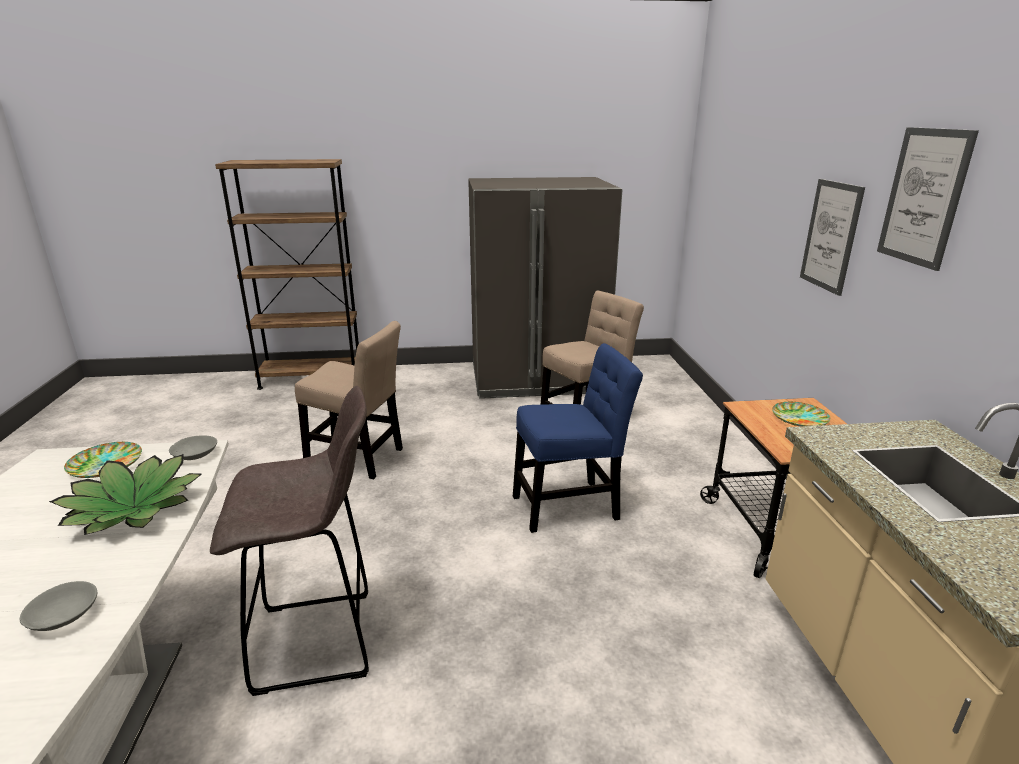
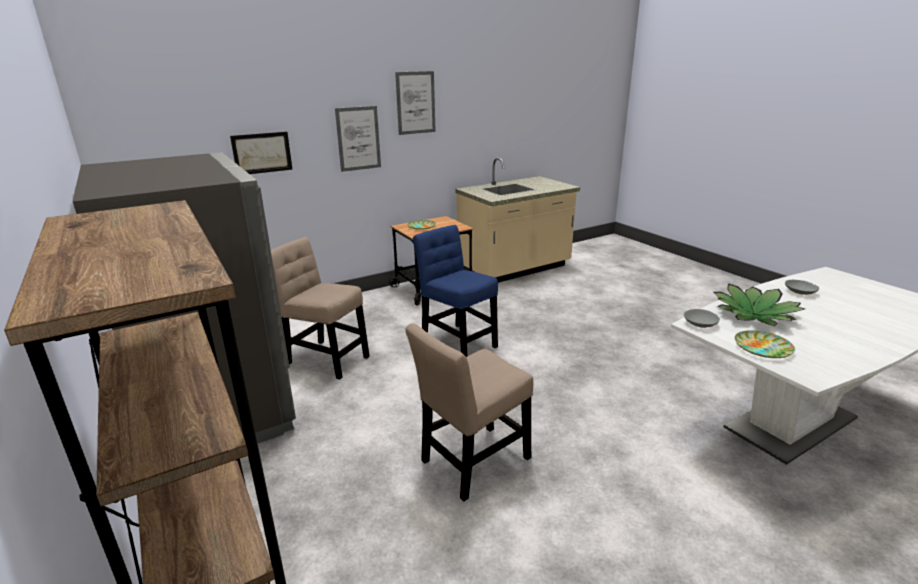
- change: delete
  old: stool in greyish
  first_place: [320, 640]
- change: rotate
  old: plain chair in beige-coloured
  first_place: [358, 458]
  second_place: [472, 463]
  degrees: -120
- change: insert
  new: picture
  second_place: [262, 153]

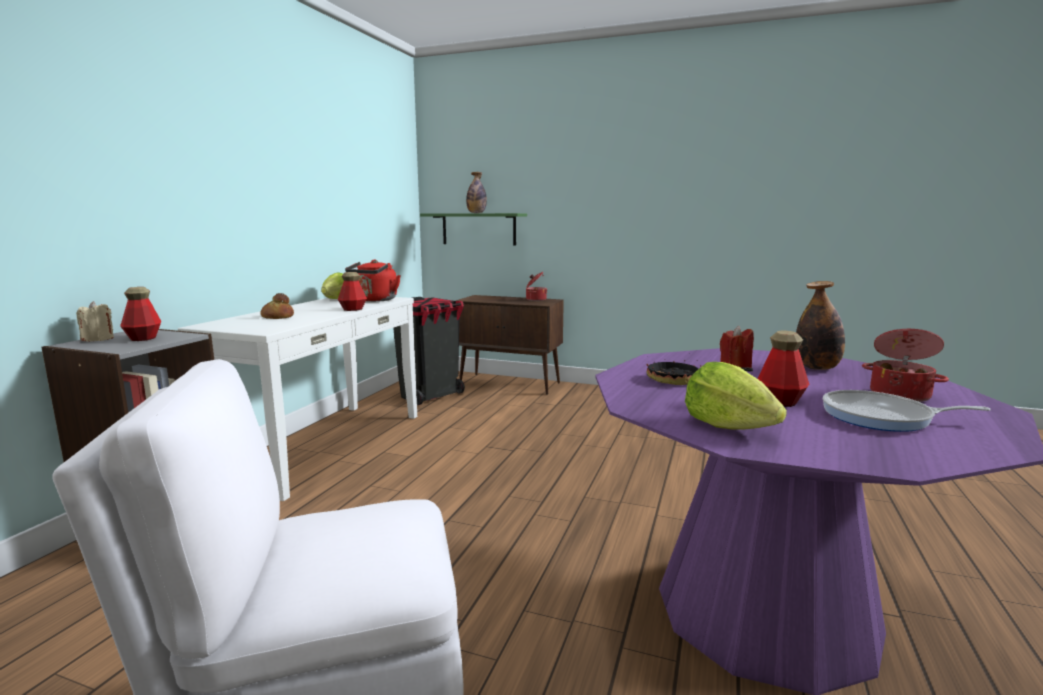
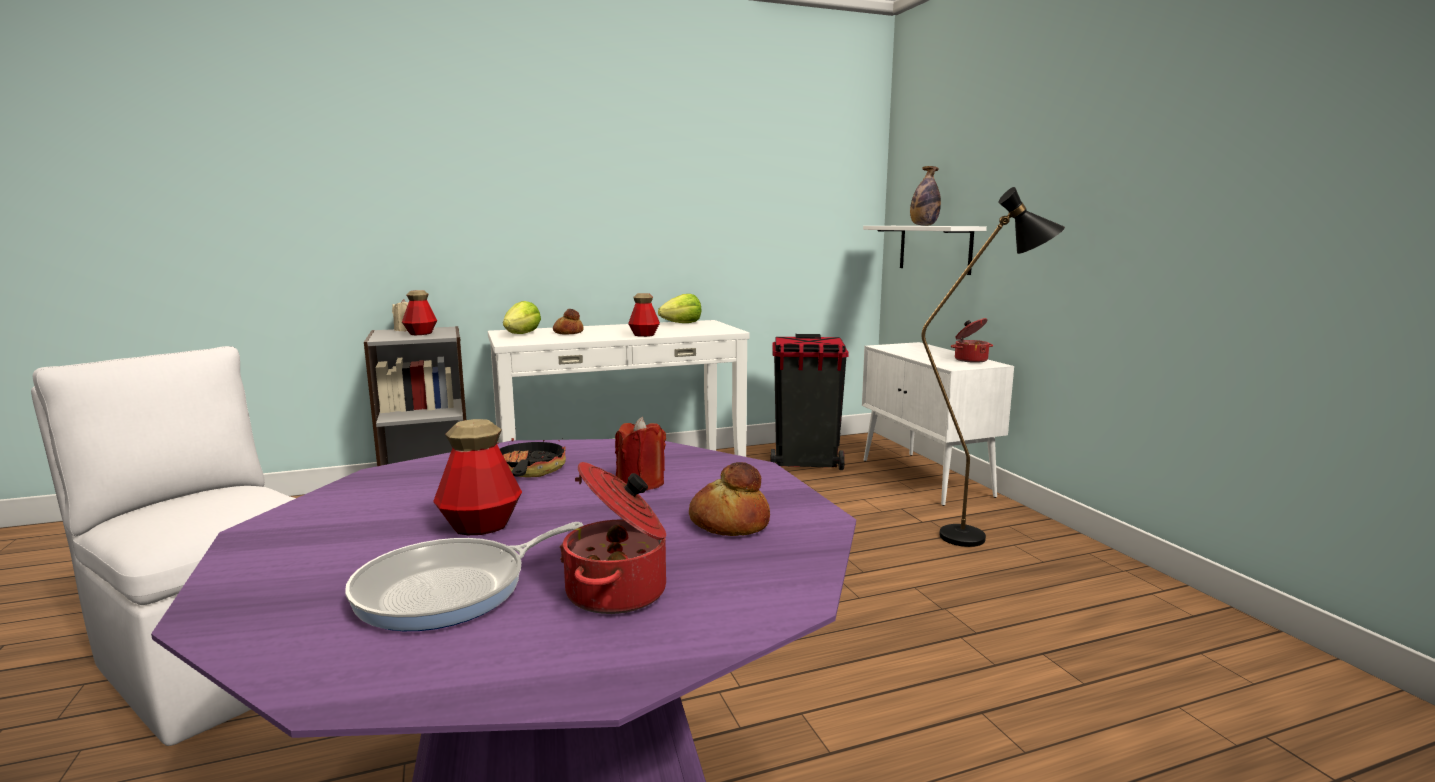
- change: delete
  old: water kettle in reddish
  first_place: [375, 300]
- change: recolor
  old: shelf in greenish
  new: shelf in whitish
  first_place: [479, 229]
  second_place: [934, 248]
- change: recolor
  old: cabinet in brown
  new: cabinet in whitish
  first_place: [510, 384]
  second_place: [926, 478]
- change: move
  old: head of lettuce
  first_place: [728, 426]
  second_place: [522, 334]
- change: replace
  old: drink bottle
  new: bread
  first_place: [817, 368]
  second_place: [728, 523]
- change: rotate
  old: pan
  first_place: [882, 417]
  second_place: [451, 590]
  degrees: -105
- change: insert
  new: standing lamp in blackish
  second_place: [979, 537]

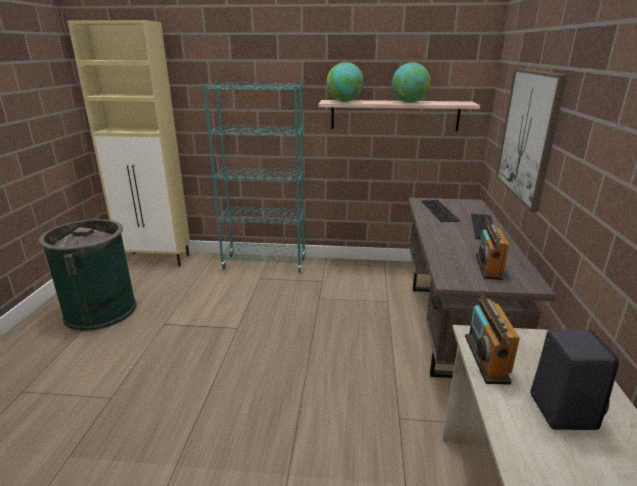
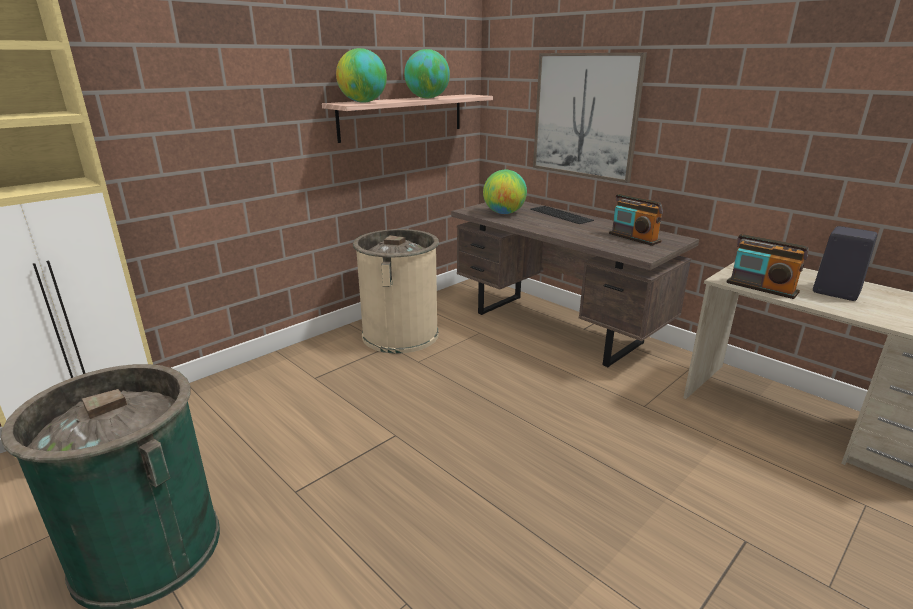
- change: delete
  old: bookcase in turquoise
  first_place: [264, 264]
- change: replace
  old: keyboard
  new: world globe
  first_place: [440, 210]
  second_place: [504, 213]
- change: insert
  new: waste bin in beige-coloured
  second_place: [400, 334]

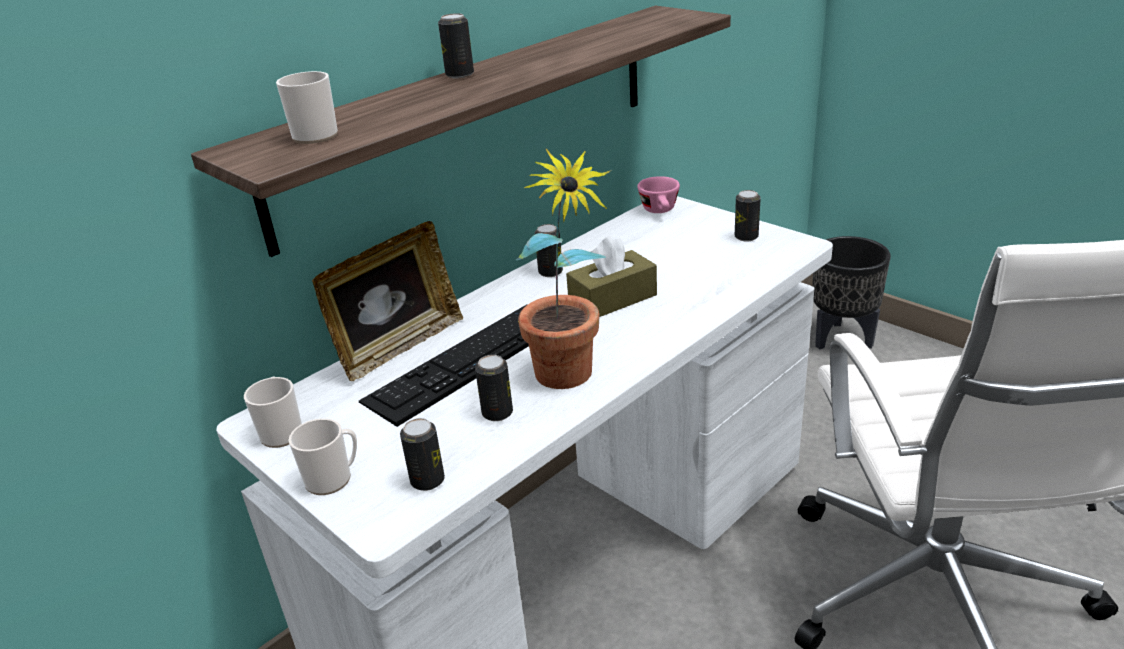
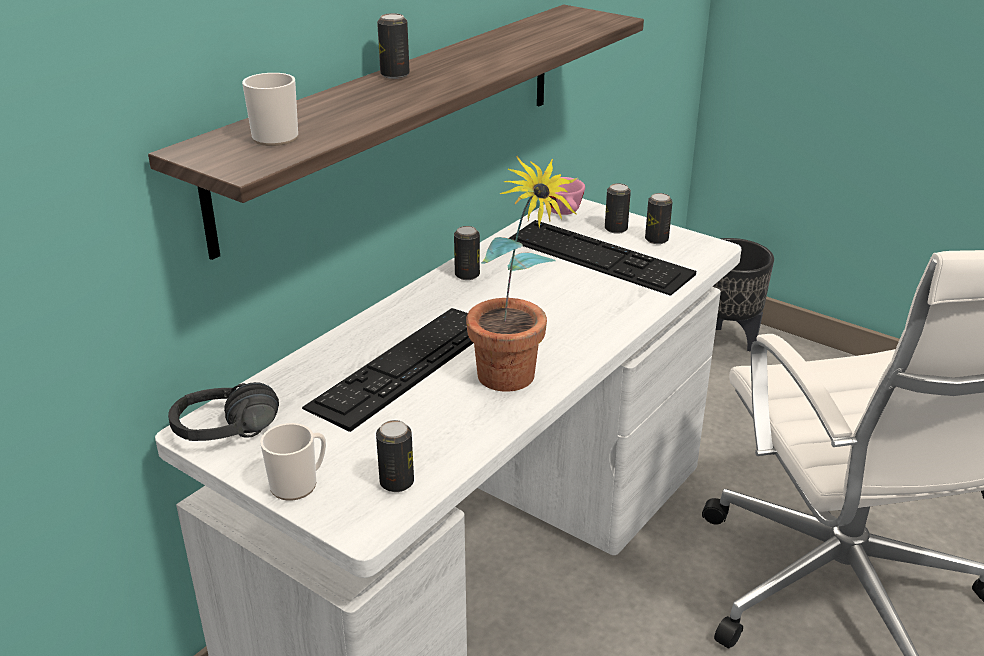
- change: replace
  old: coffee mug
  new: headset in blackish
  first_place: [282, 431]
  second_place: [229, 439]
- change: delete
  old: standing frame
  first_place: [399, 346]
- change: move
  old: can
  first_place: [497, 413]
  second_place: [616, 229]
- change: delete
  old: tissue holder in brown
  first_place: [612, 299]
- change: insert
  new: keyboard
  second_place: [598, 257]

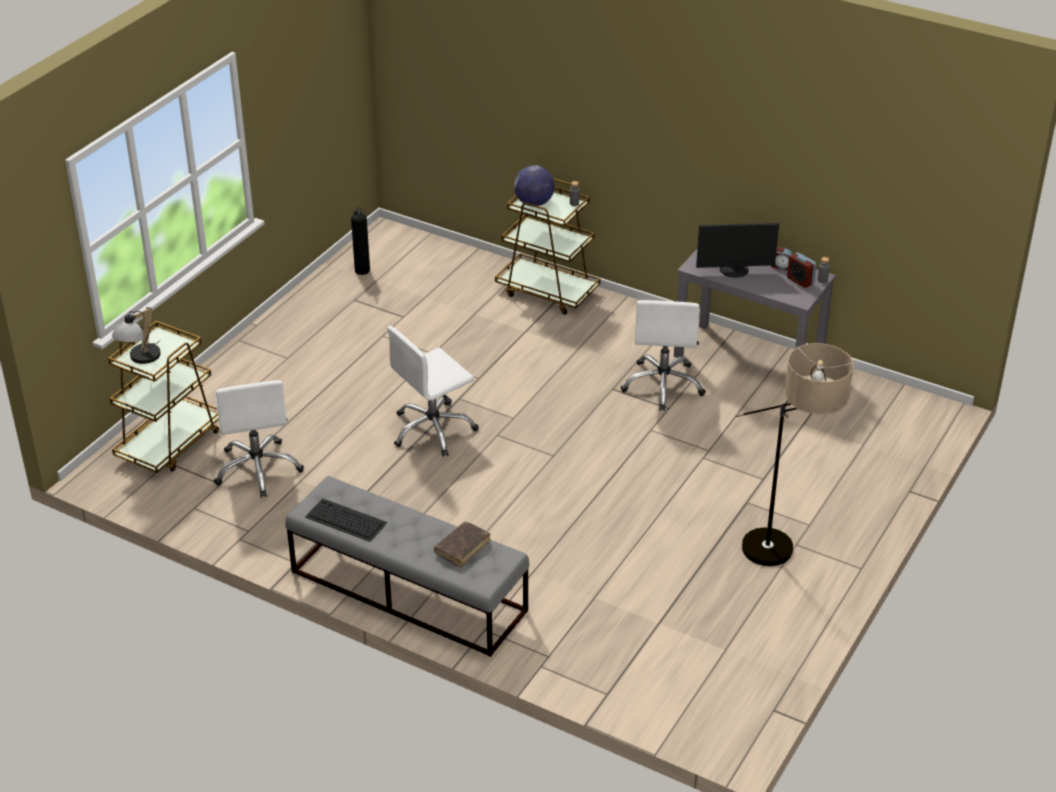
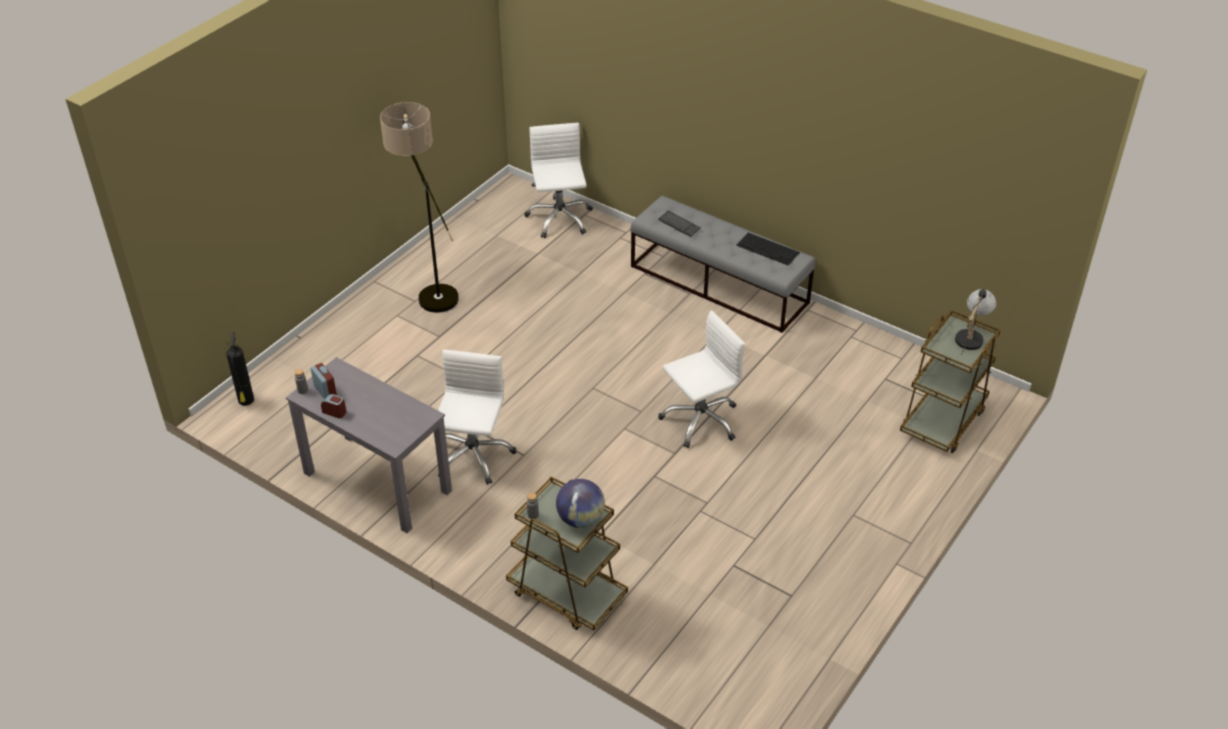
- change: move
  old: office chair in whitish
  first_place: [258, 469]
  second_place: [559, 218]
- change: move
  old: fire-fighting cylinder
  first_place: [362, 270]
  second_place: [246, 401]
- change: replace
  old: bound book in brown
  new: keyboard
  first_place: [462, 548]
  second_place: [679, 225]
- change: delete
  old: computer display
  first_place: [734, 270]

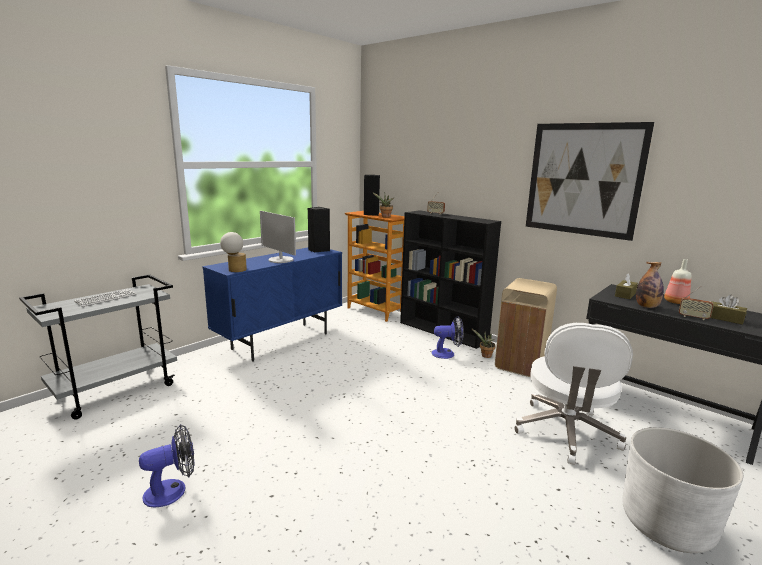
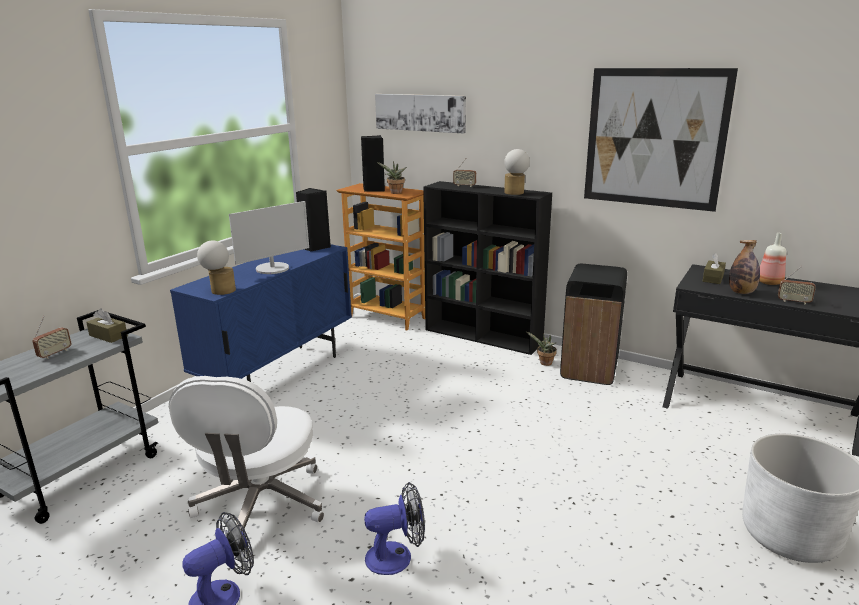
- change: replace
  old: keyboard
  new: radio
  first_place: [106, 298]
  second_place: [55, 353]
- change: rotate
  old: computer display
  first_place: [280, 260]
  second_place: [273, 268]
  degrees: -75
- change: move
  old: electric fan
  first_place: [447, 354]
  second_place: [397, 556]
- change: recolor
  old: waste bin in beige-coloured
  new: waste bin in blackish
  first_place: [521, 364]
  second_place: [590, 369]
- change: move
  old: office chair in whitish
  first_place: [566, 433]
  second_place: [260, 506]
- change: move
  old: tissue holder in brown
  first_place: [724, 318]
  second_place: [108, 336]
- change: insert
  new: picture
  second_place: [420, 112]
- change: insert
  new: lamp for a table
  second_place: [515, 193]

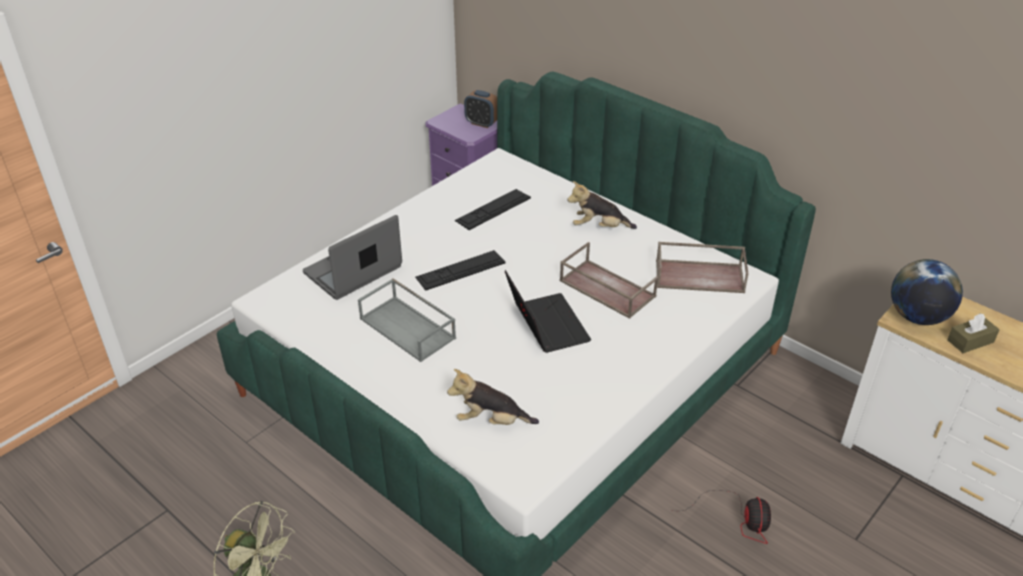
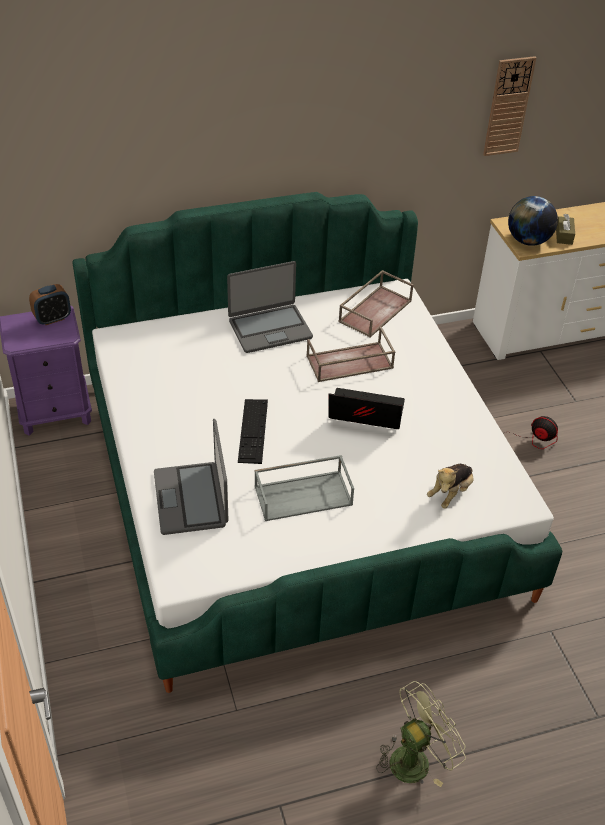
- change: delete
  old: keyboard
  first_place: [493, 209]
- change: replace
  old: cuddly toy
  new: portable computer
  first_place: [599, 227]
  second_place: [269, 329]
- change: insert
  new: wall clock
  second_place: [508, 106]

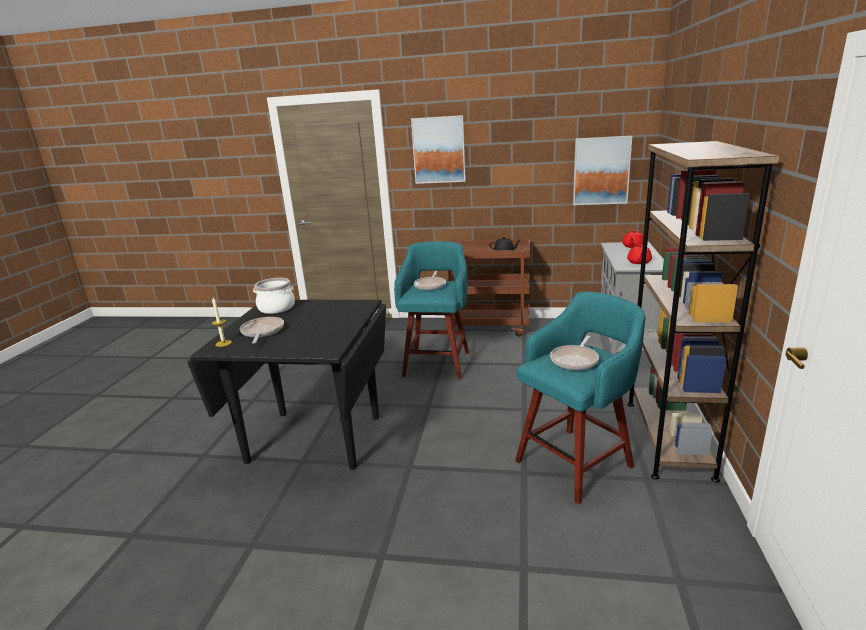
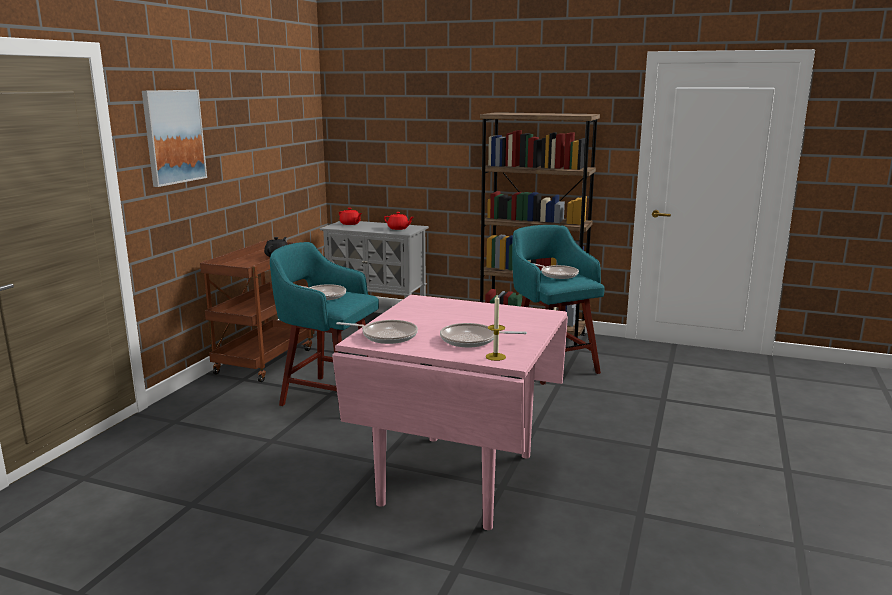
- change: recolor
  old: dining table in blackish
  new: dining table in pinkish
  first_place: [314, 439]
  second_place: [459, 479]
- change: replace
  old: cooking pot
  new: pan
  first_place: [276, 308]
  second_place: [386, 336]
- change: delete
  old: picture
  first_place: [601, 171]

